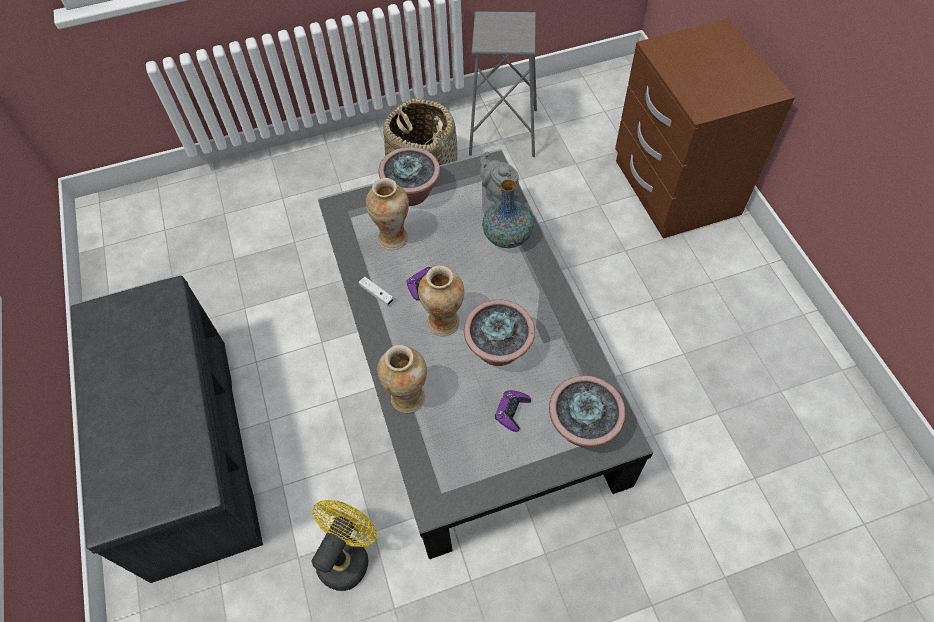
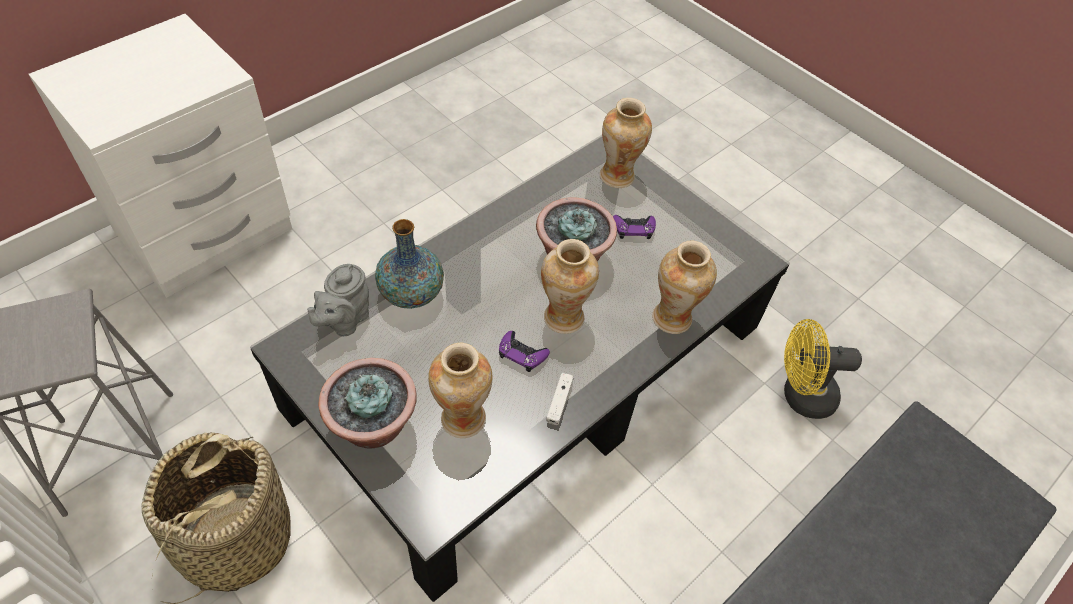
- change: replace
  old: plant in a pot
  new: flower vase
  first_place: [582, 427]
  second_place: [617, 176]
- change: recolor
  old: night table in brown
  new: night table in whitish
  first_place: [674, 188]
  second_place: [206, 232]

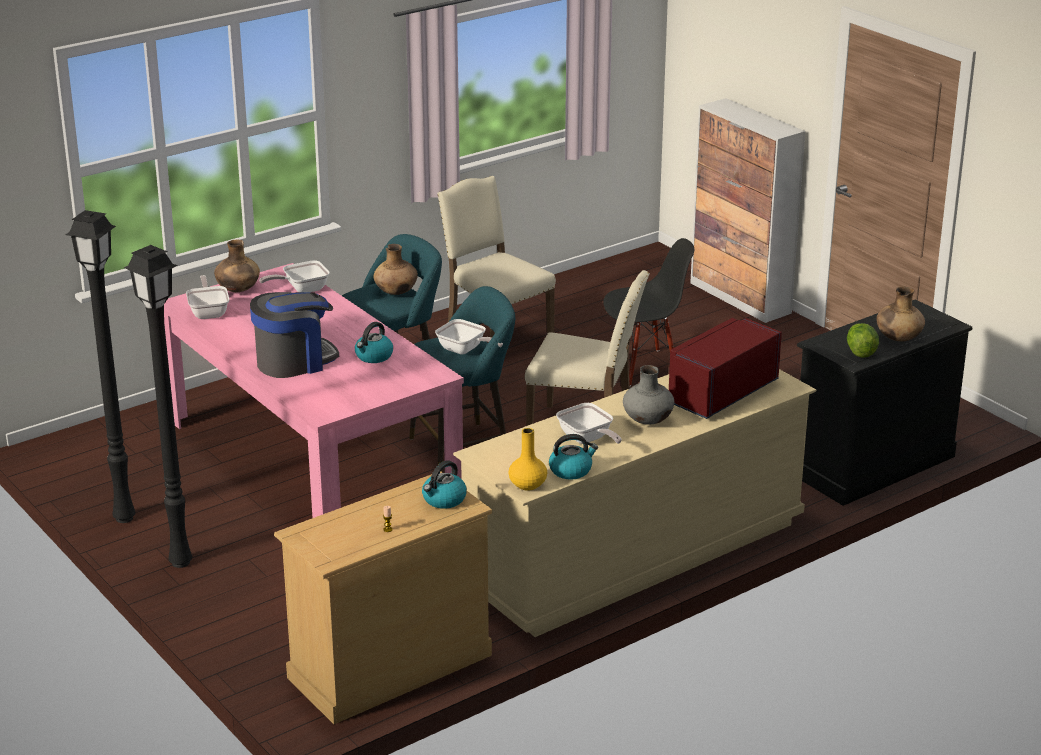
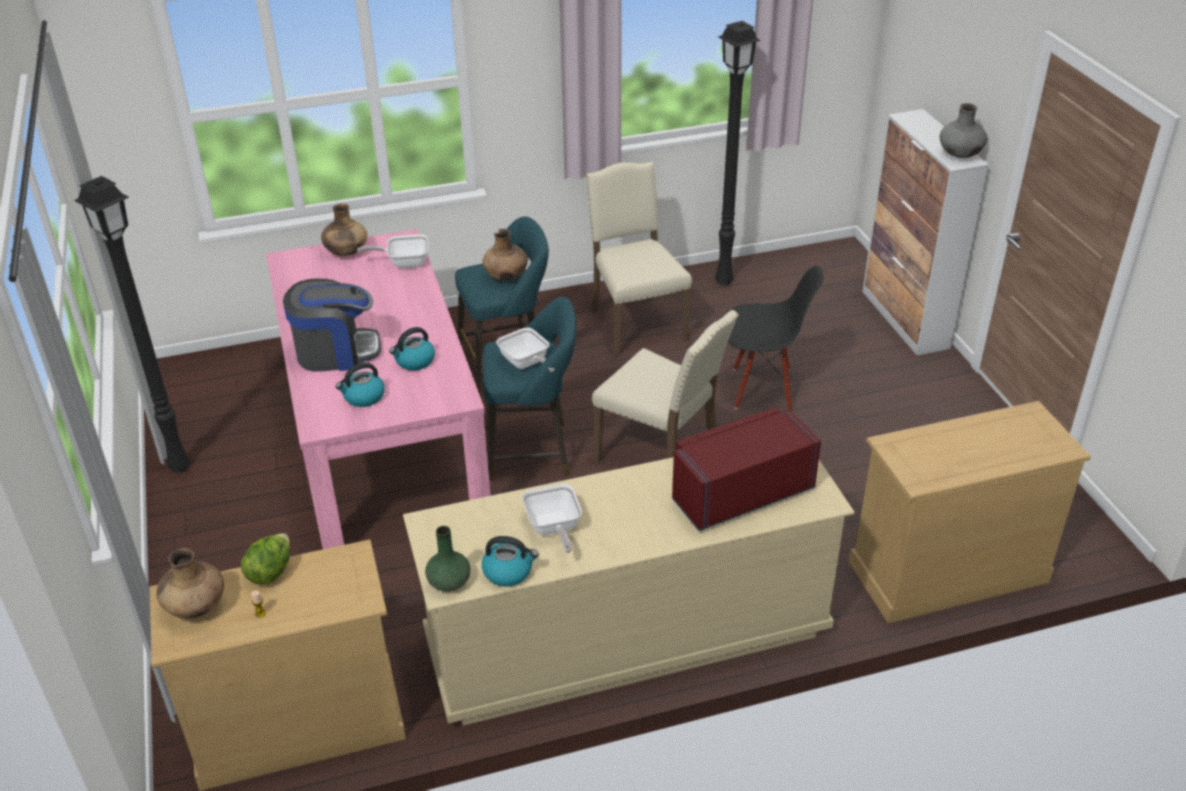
- change: move
  old: standing lamp in blackish
  first_place: [178, 562]
  second_place: [722, 281]
- change: delete
  old: pan
  first_place: [209, 312]
- change: move
  old: water kettle
  first_place: [444, 500]
  second_place: [363, 397]
- change: recolor
  old: flower vase in yellow-coloured
  new: flower vase in greenish
  first_place: [527, 485]
  second_place: [448, 582]
- change: move
  old: flower vase in greyish
  first_place: [647, 420]
  second_place: [959, 155]
- change: recolor
  old: chest of drawers in blackish
  new: chest of drawers in beige-coloured
  first_place: [871, 464]
  second_place: [947, 571]
- change: move
  old: head of lettuce
  first_place: [860, 352]
  second_place: [270, 571]
- change: move
  old: flower vase in brown
  first_place: [898, 338]
  second_place: [196, 607]

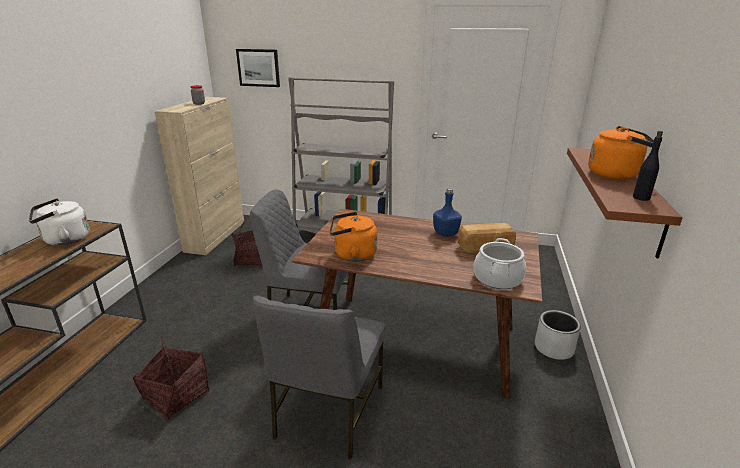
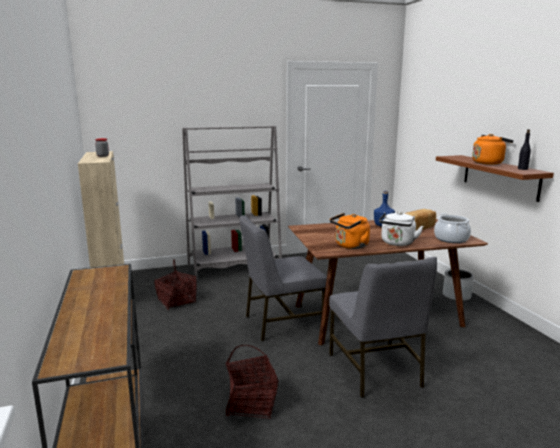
- change: move
  old: water kettle in whitish
  first_place: [64, 240]
  second_place: [397, 243]
- change: delete
  old: picture
  first_place: [258, 67]

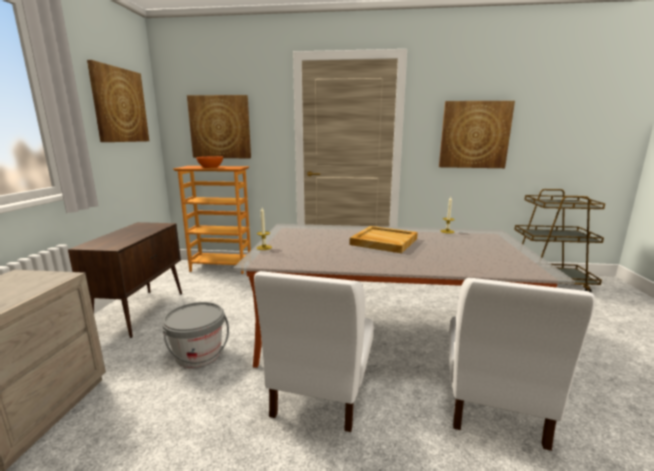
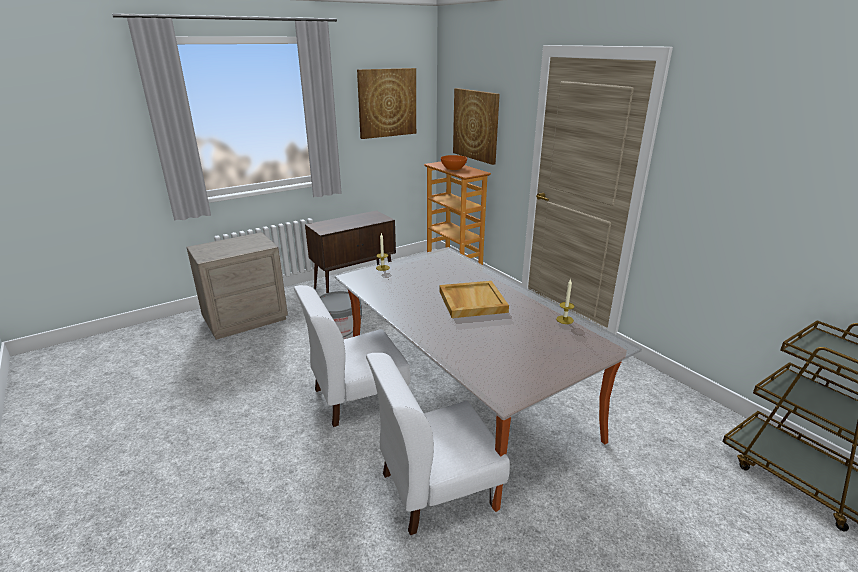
- change: delete
  old: picture
  first_place: [474, 135]

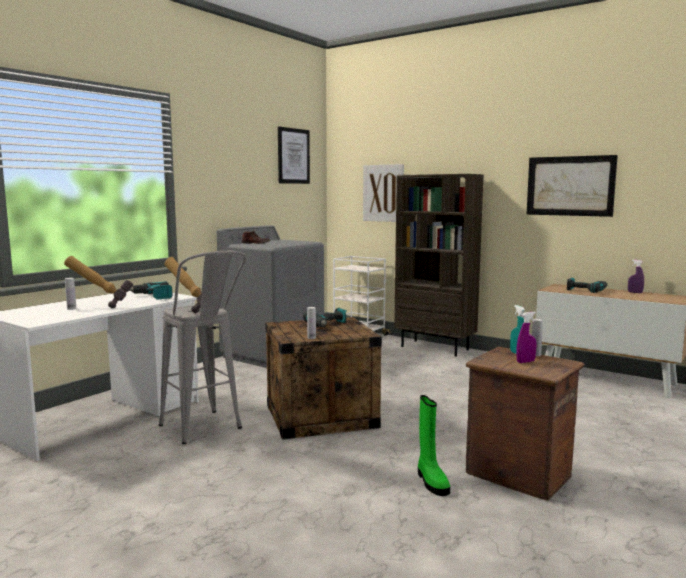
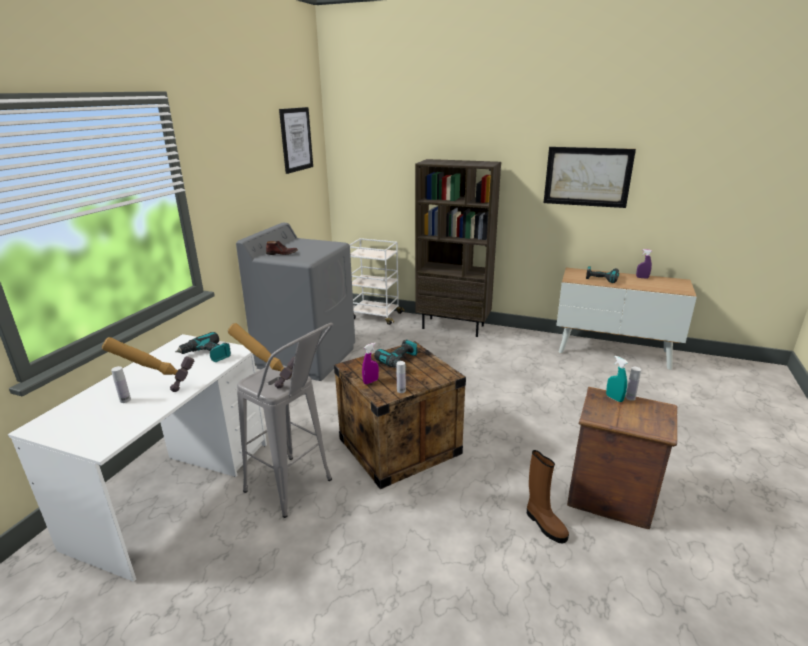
- change: delete
  old: picture
  first_place: [383, 193]
- change: recolor
  old: high-top boot in greenish
  new: high-top boot in brown
  first_place: [431, 482]
  second_place: [544, 524]
- change: move
  old: hand sprayer in purple
  first_place: [525, 362]
  second_place: [370, 381]

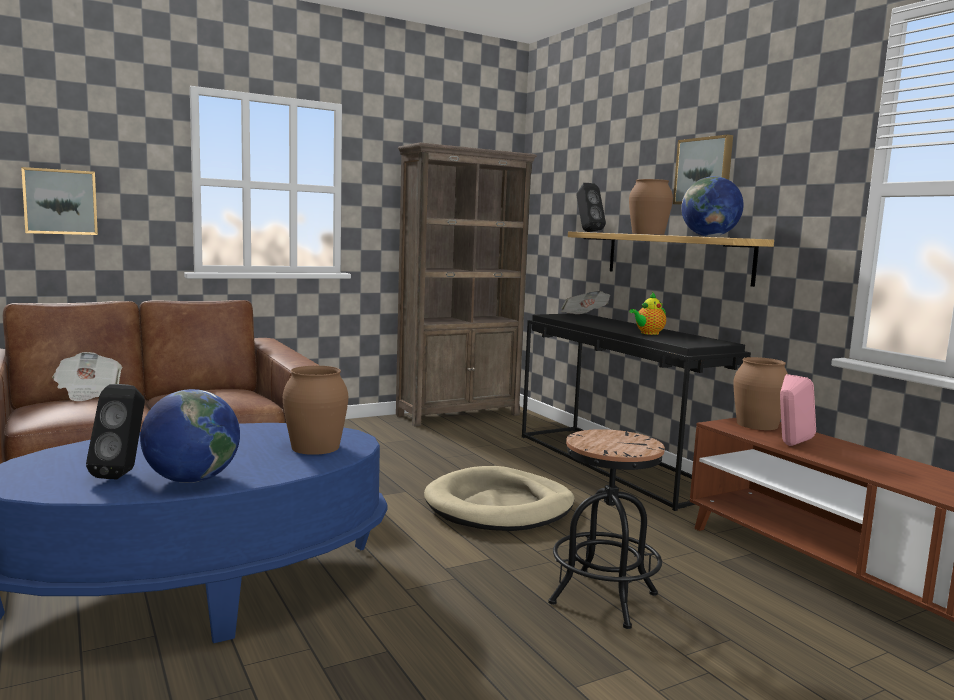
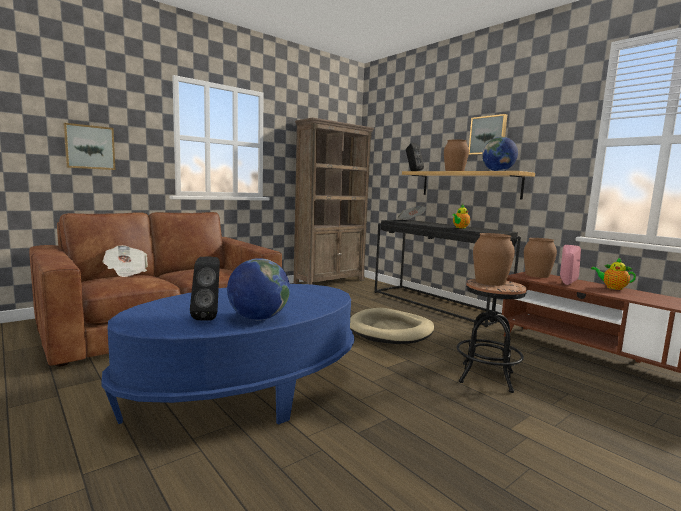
- change: move
  old: flower vase in brown
  first_place: [316, 447]
  second_place: [490, 282]
- change: insert
  new: tea pot
  second_place: [612, 288]

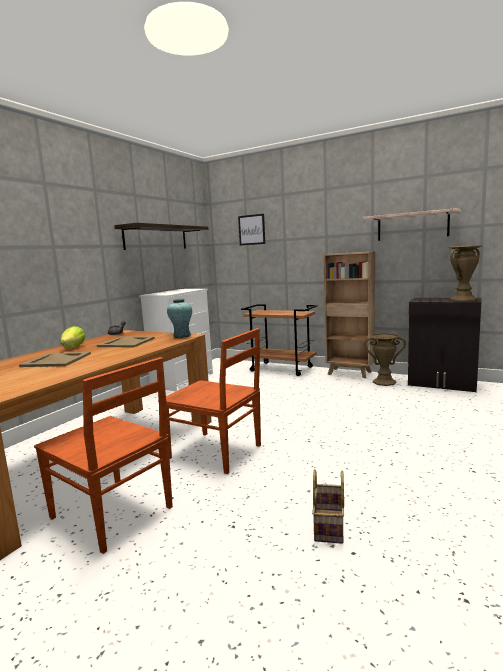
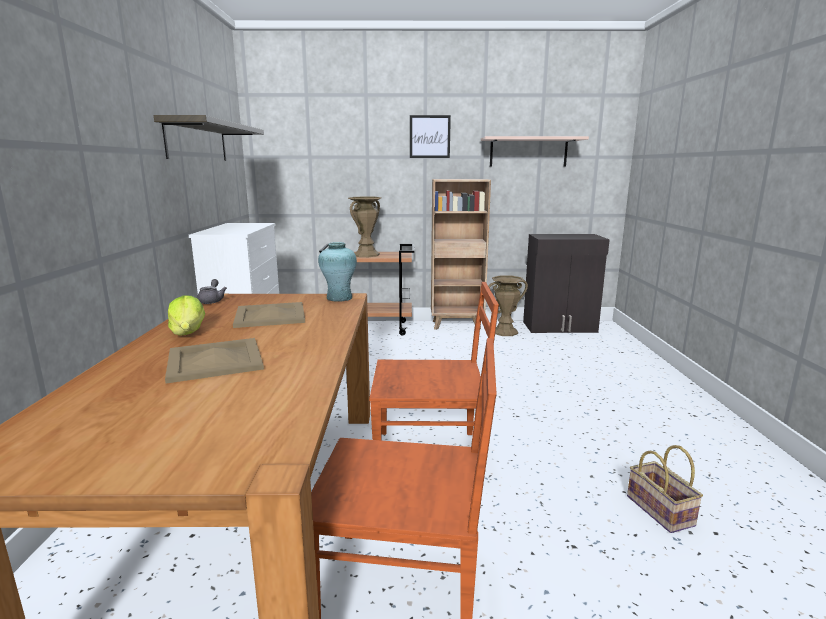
- change: move
  old: picture
  first_place: [251, 229]
  second_place: [429, 136]
- change: move
  old: flower vase in brown
  first_place: [463, 300]
  second_place: [366, 255]

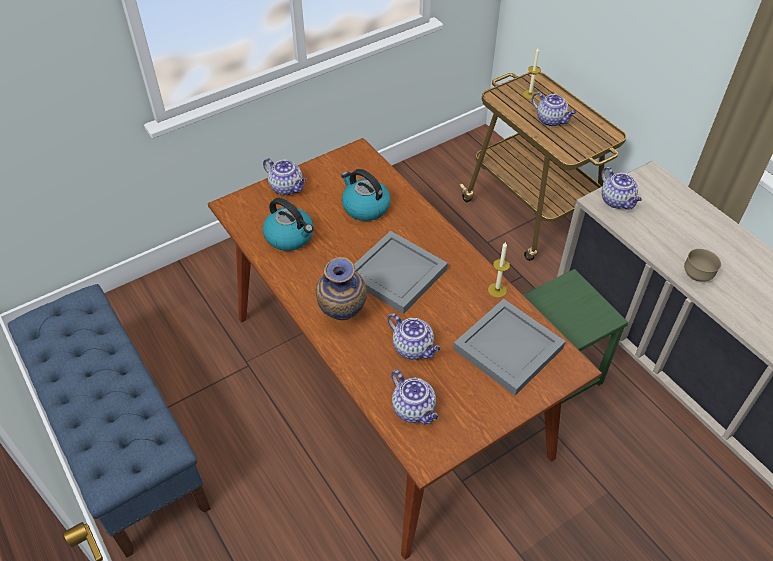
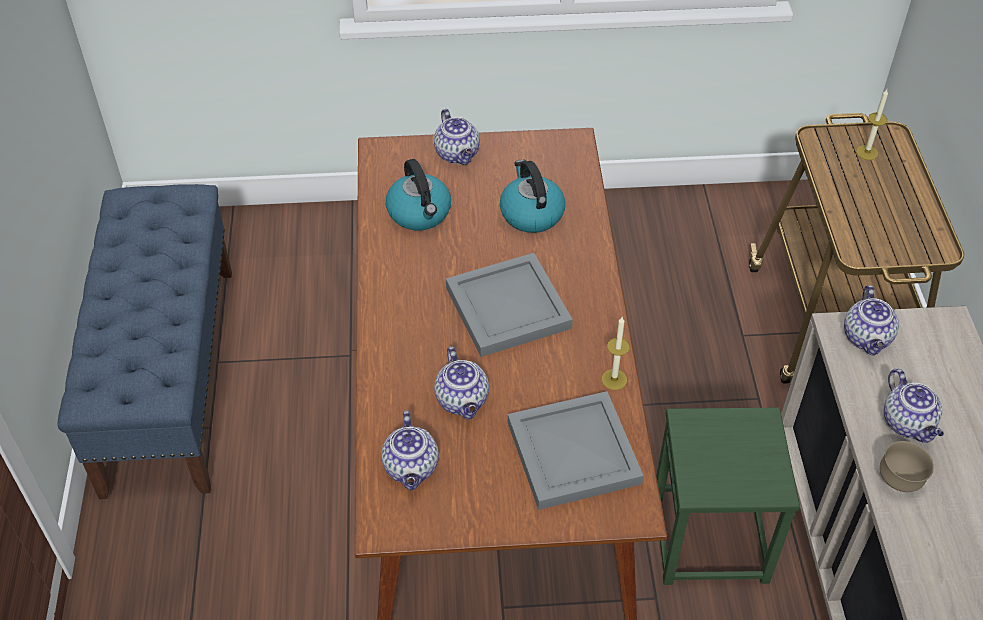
- change: delete
  old: flower vase
  first_place: [342, 318]
- change: move
  old: tea pot
  first_place: [551, 120]
  second_place: [908, 423]

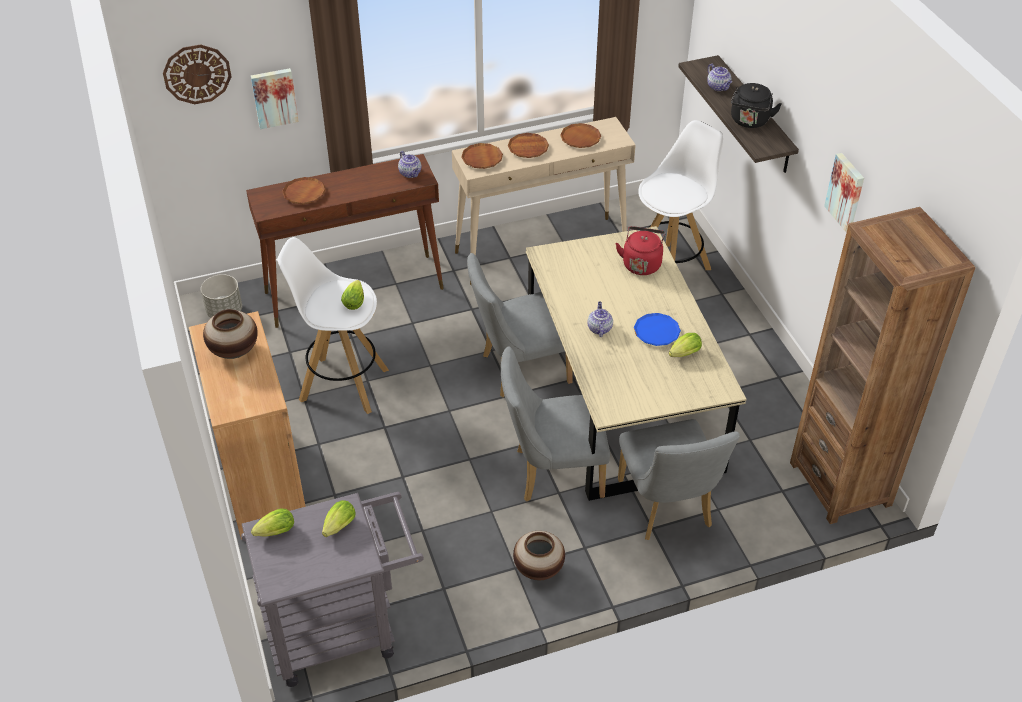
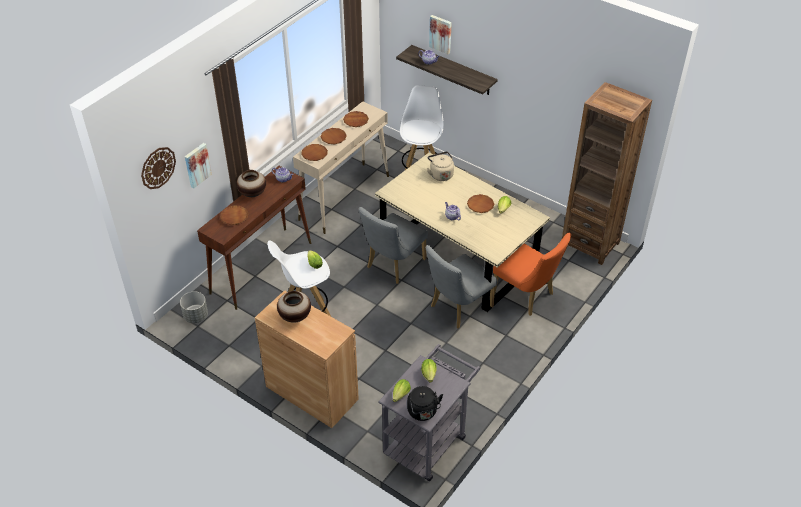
- change: move
  old: flower vase
  first_place: [538, 569]
  second_place: [252, 194]
- change: recolor
  old: water kettle in reddish
  new: water kettle in beige-coloured
  first_place: [641, 263]
  second_place: [440, 174]
- change: recolor
  old: plain chair in greyish
  new: plain chair in orange-coloured
  first_place: [667, 509]
  second_place: [526, 296]
- change: recolor
  old: flat dish in blue
  new: flat dish in brown
  first_place: [656, 332]
  second_place: [480, 205]
- change: move
  old: water kettle in blackish
  first_place: [749, 121]
  second_place: [423, 412]
- change: move
  old: picture
  first_place: [846, 191]
  second_place: [441, 34]

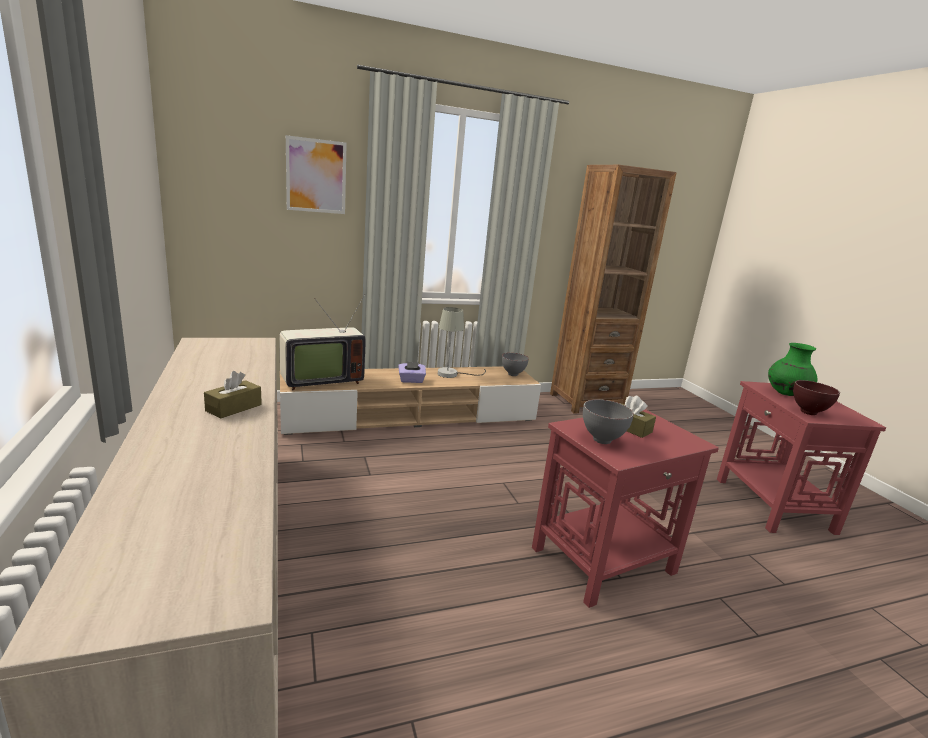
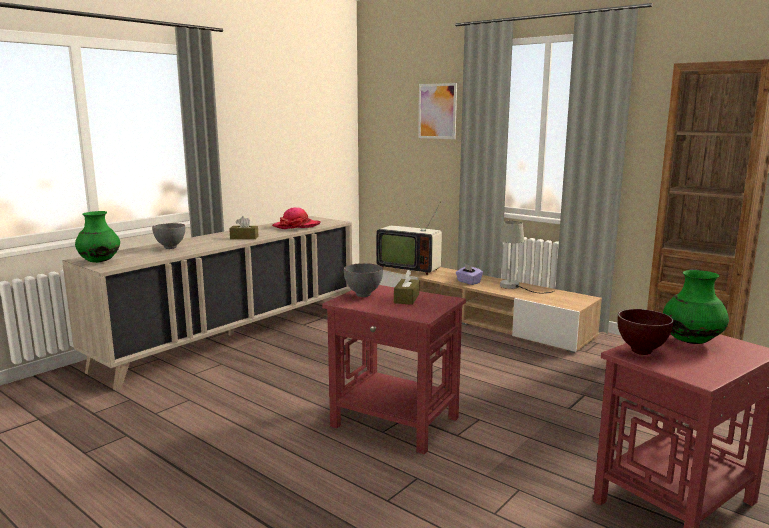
- change: move
  old: deep dish in greyish
  first_place: [512, 375]
  second_place: [170, 248]
- change: insert
  new: flower vase in greenish
  second_place: [99, 261]
- change: insert
  new: clothing hat
  second_place: [296, 226]

